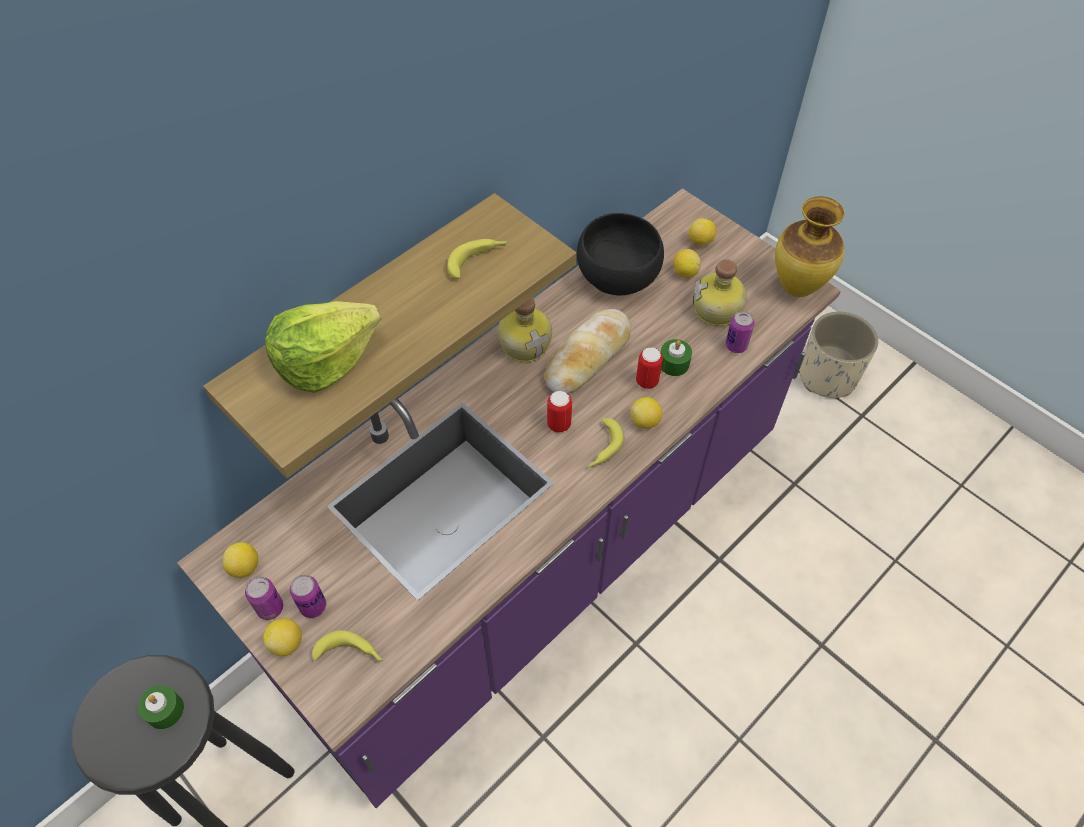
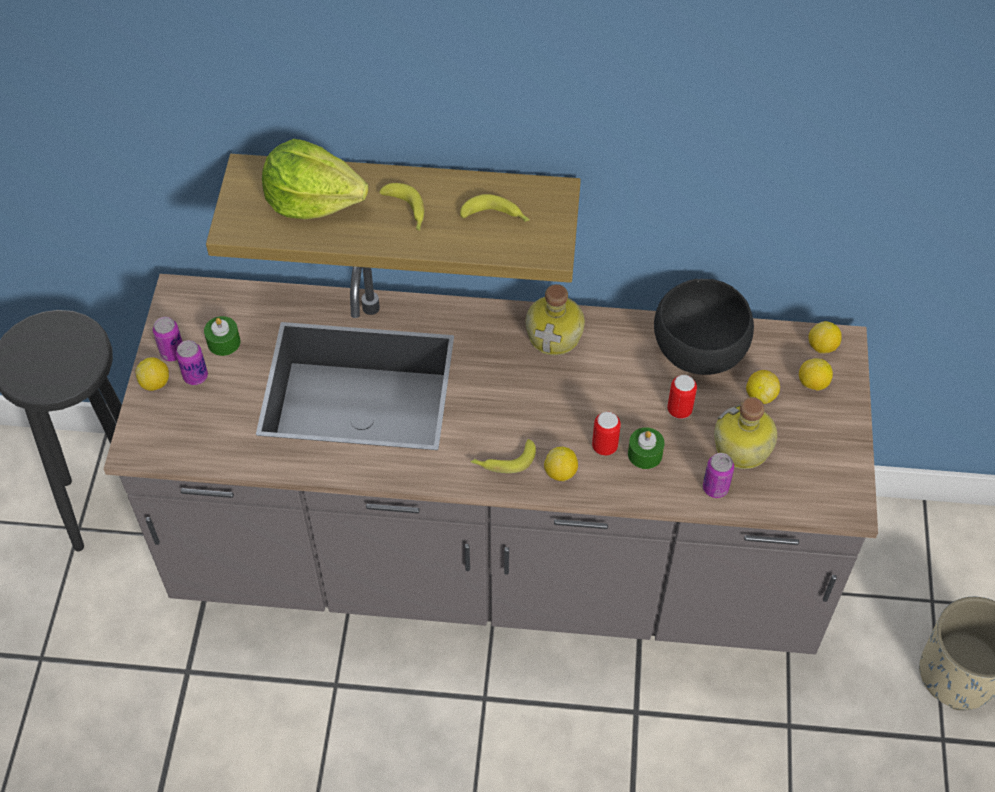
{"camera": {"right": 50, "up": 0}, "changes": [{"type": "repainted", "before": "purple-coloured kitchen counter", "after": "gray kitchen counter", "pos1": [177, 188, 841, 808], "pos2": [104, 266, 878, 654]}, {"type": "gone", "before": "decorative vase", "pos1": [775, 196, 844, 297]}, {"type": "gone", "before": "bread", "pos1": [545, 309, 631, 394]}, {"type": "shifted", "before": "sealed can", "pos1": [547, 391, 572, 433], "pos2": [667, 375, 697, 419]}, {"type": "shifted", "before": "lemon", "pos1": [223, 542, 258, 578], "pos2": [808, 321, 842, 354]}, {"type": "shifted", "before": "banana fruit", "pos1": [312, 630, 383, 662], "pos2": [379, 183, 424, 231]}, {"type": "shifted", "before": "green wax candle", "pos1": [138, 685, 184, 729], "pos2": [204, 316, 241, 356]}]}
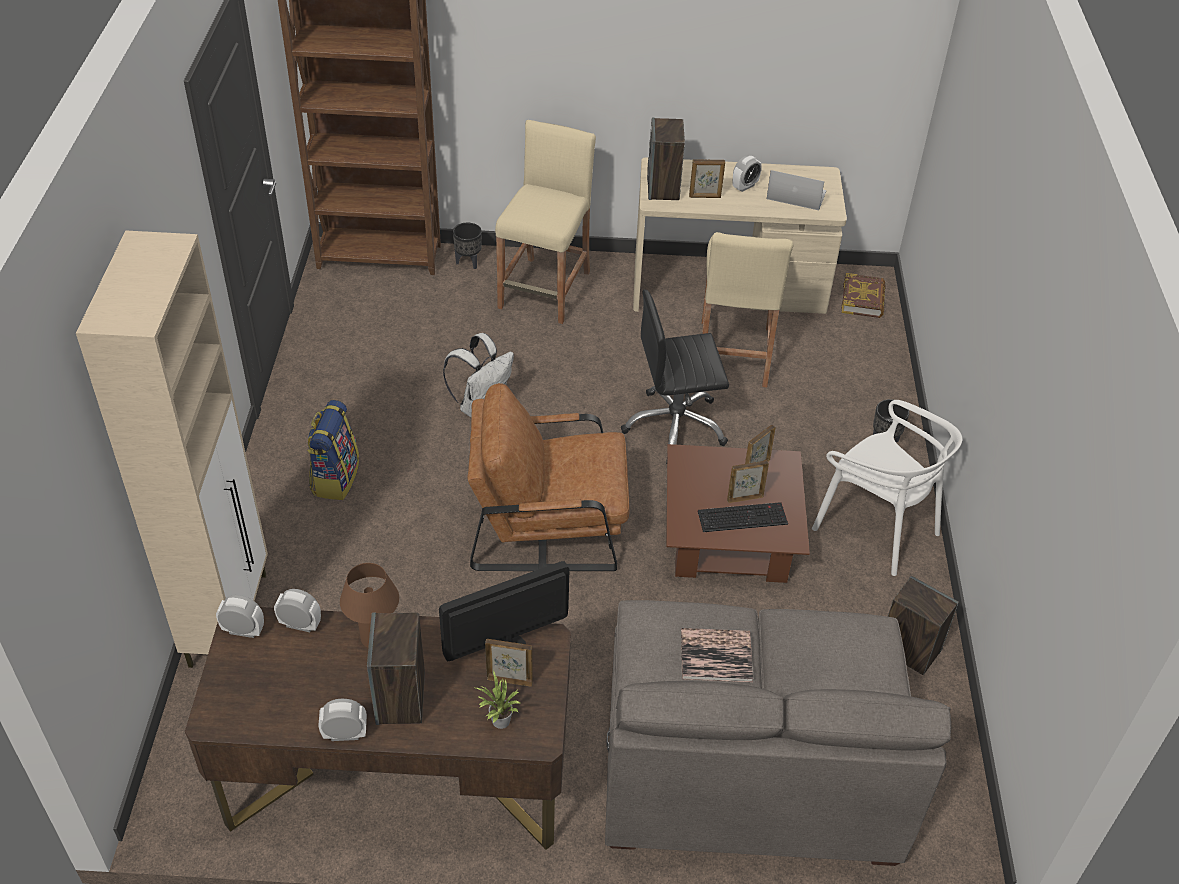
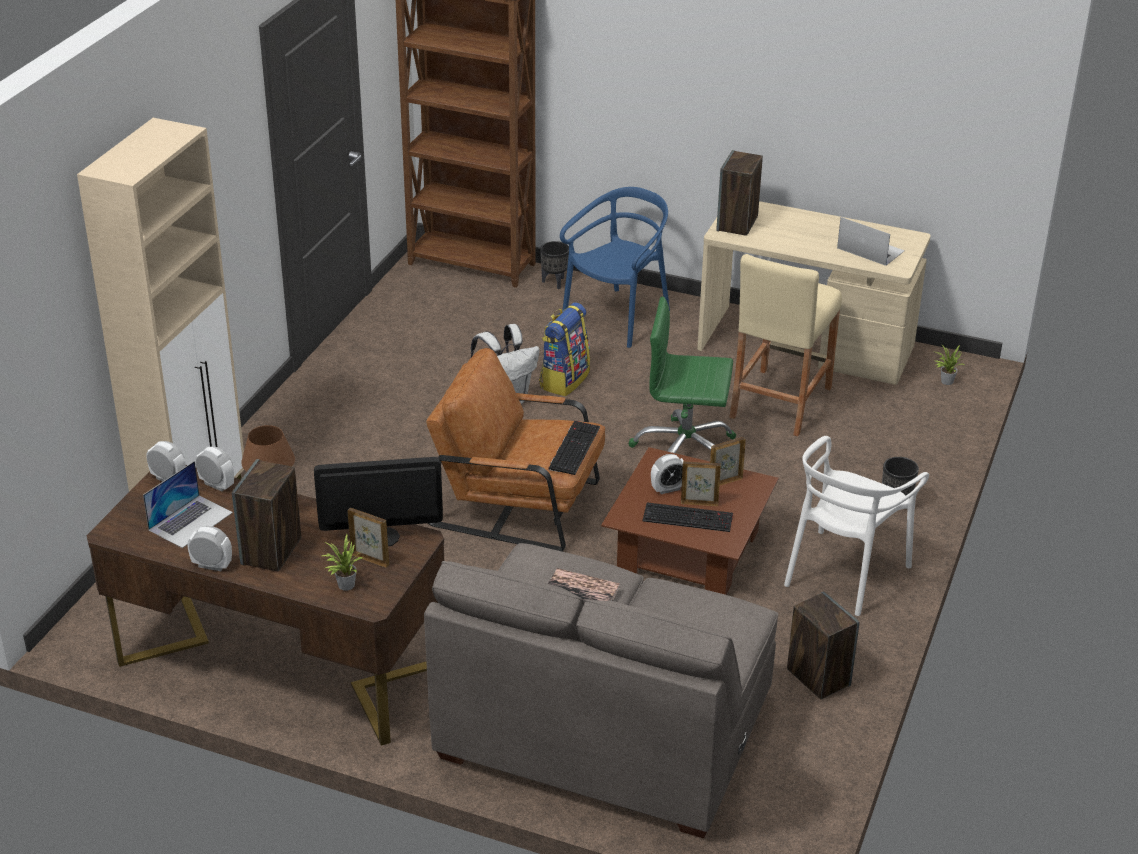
{"camera": {"right": 20, "up": -10}, "changes": [{"type": "swapped", "before": "beige-coloured stool seat", "after": "blue-coloured upright chair", "pos1": [495, 120, 596, 324], "pos2": [560, 187, 670, 348]}, {"type": "shifted", "before": "bedside clock", "pos1": [733, 156, 762, 192], "pos2": [651, 454, 684, 494]}, {"type": "gone", "before": "standing frame", "pos1": [689, 159, 725, 198]}, {"type": "swapped", "before": "book", "after": "plant in a pot", "pos1": [841, 273, 886, 318], "pos2": [934, 344, 964, 385]}, {"type": "repainted", "before": "black-coloured computer chair", "after": "green computer chair", "pos1": [621, 290, 729, 464], "pos2": [629, 296, 736, 453]}, {"type": "shifted", "before": "knapsack", "pos1": [307, 400, 359, 500], "pos2": [539, 303, 590, 397]}, {"type": "rotated", "before": "white upright chair", "pos1": [812, 400, 962, 576], "pos2": [784, 436, 929, 616], "turn": 60}, {"type": "new", "after": "PC keyboard", "pos2": [549, 421, 600, 475]}, {"type": "new", "after": "laptop", "pos2": [143, 461, 233, 548]}]}
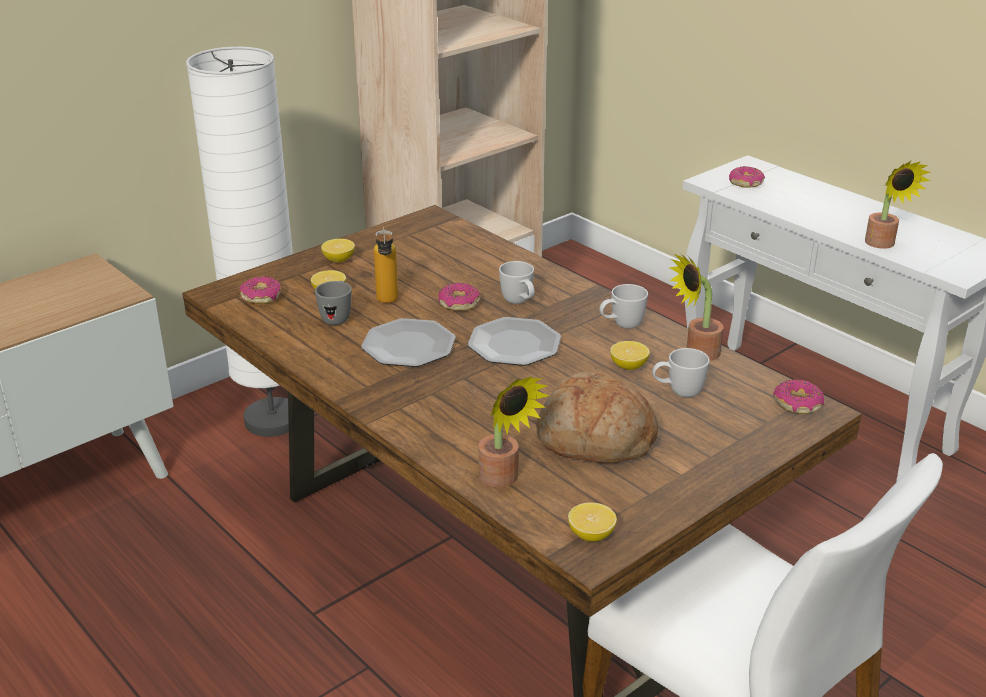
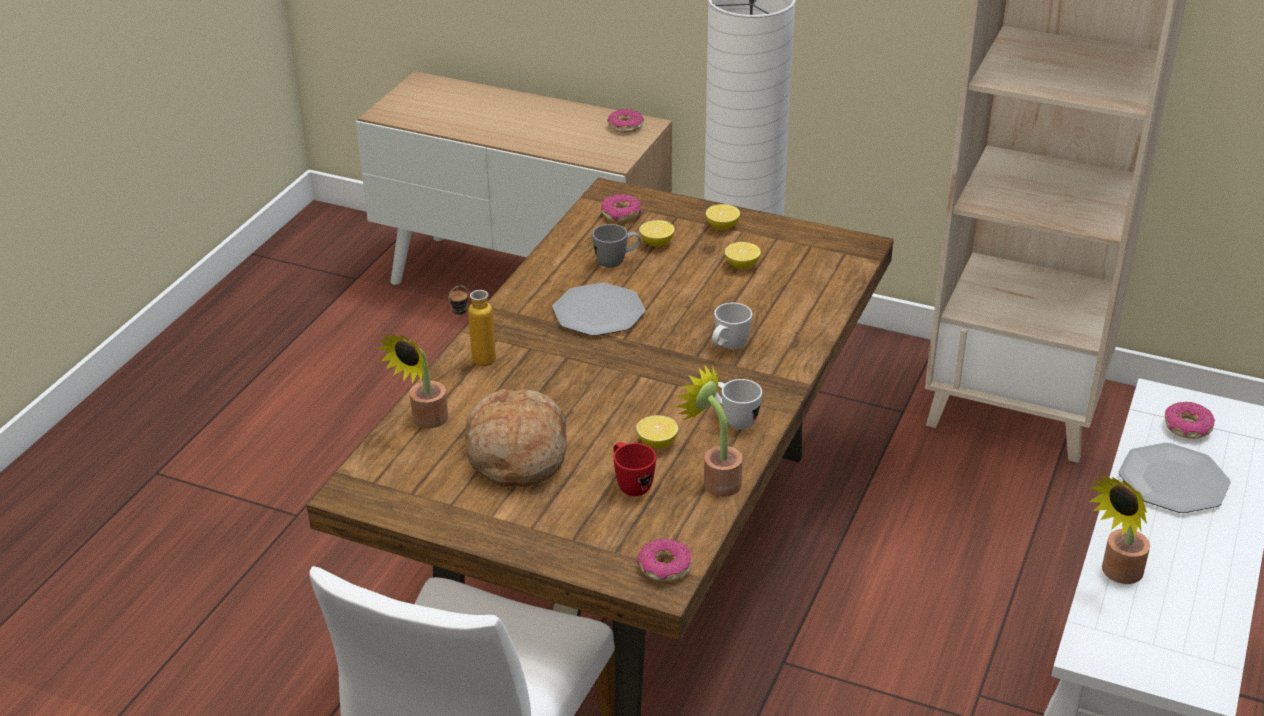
{"camera": {"right": 65, "up": 5}, "changes": [{"type": "shifted", "before": "drink bottle", "pos1": [374, 226, 398, 303], "pos2": [449, 286, 496, 366]}, {"type": "shifted", "before": "donut", "pos1": [438, 283, 480, 311], "pos2": [607, 109, 644, 133]}, {"type": "shifted", "before": "plate", "pos1": [468, 317, 561, 366], "pos2": [1119, 443, 1231, 513]}, {"type": "repainted", "before": "white mug", "after": "red mug", "pos1": [652, 348, 710, 398], "pos2": [613, 442, 656, 496]}, {"type": "shifted", "before": "lemon", "pos1": [568, 503, 617, 542], "pos2": [725, 242, 761, 269]}]}
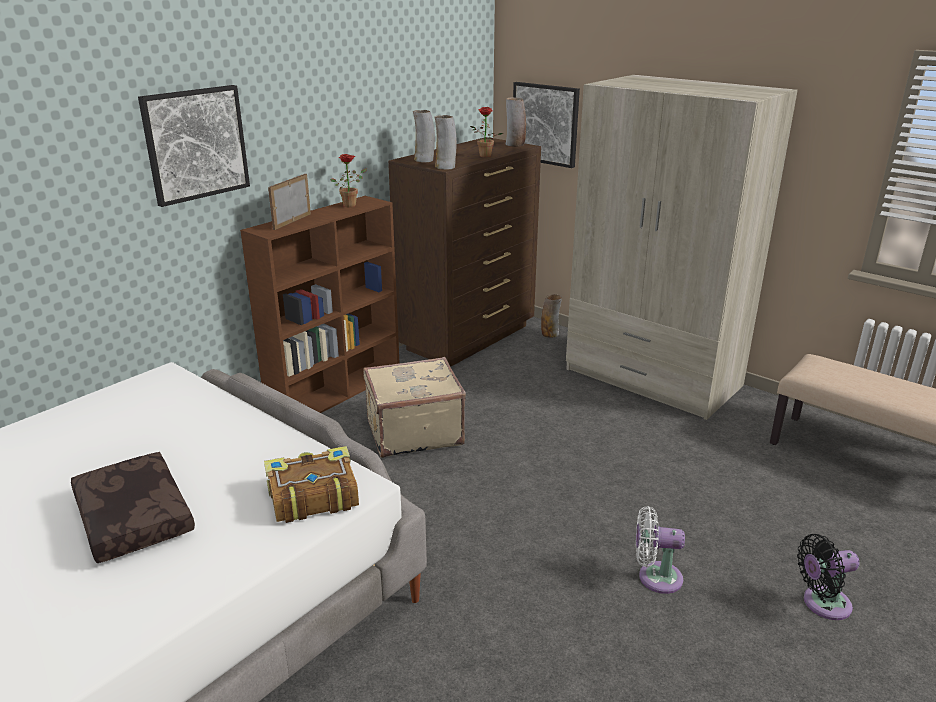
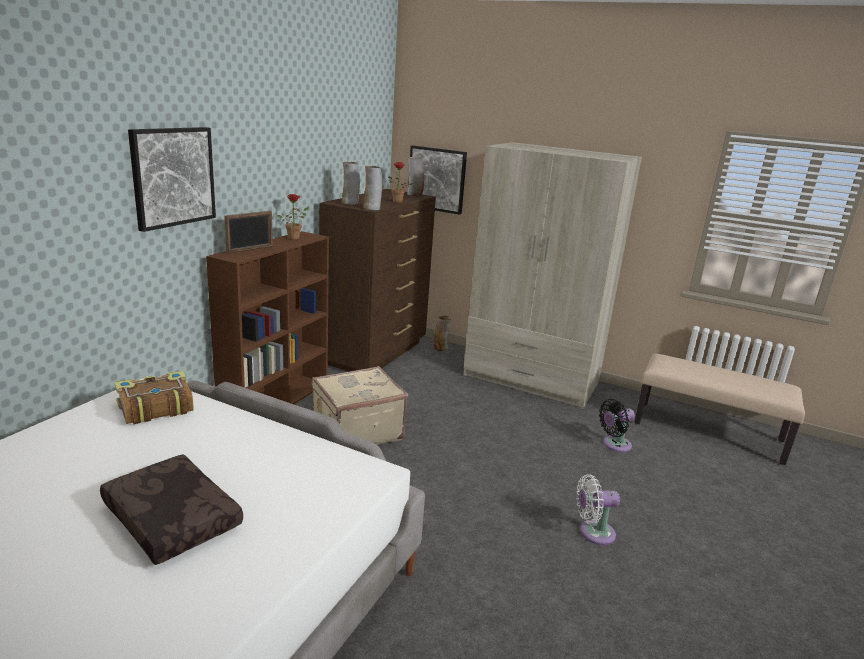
{"camera": {"right": -15, "up": -5}, "changes": [{"type": "rotated", "before": "standing frame", "pos1": [268, 174, 311, 230], "pos2": [224, 211, 273, 254], "turn": -150}, {"type": "shifted", "before": "book", "pos1": [264, 446, 359, 523], "pos2": [114, 371, 194, 424]}, {"type": "shifted", "before": "black-coloured fan", "pos1": [797, 534, 860, 620], "pos2": [599, 399, 635, 452]}]}
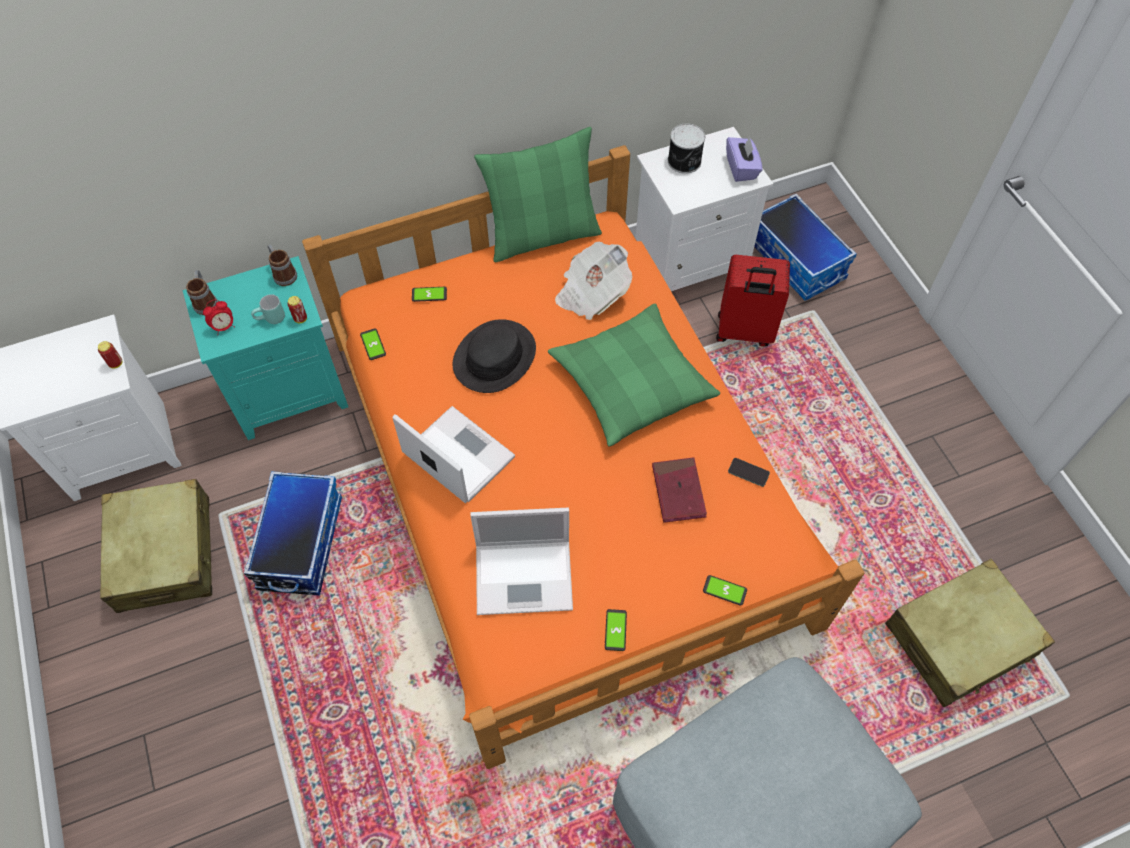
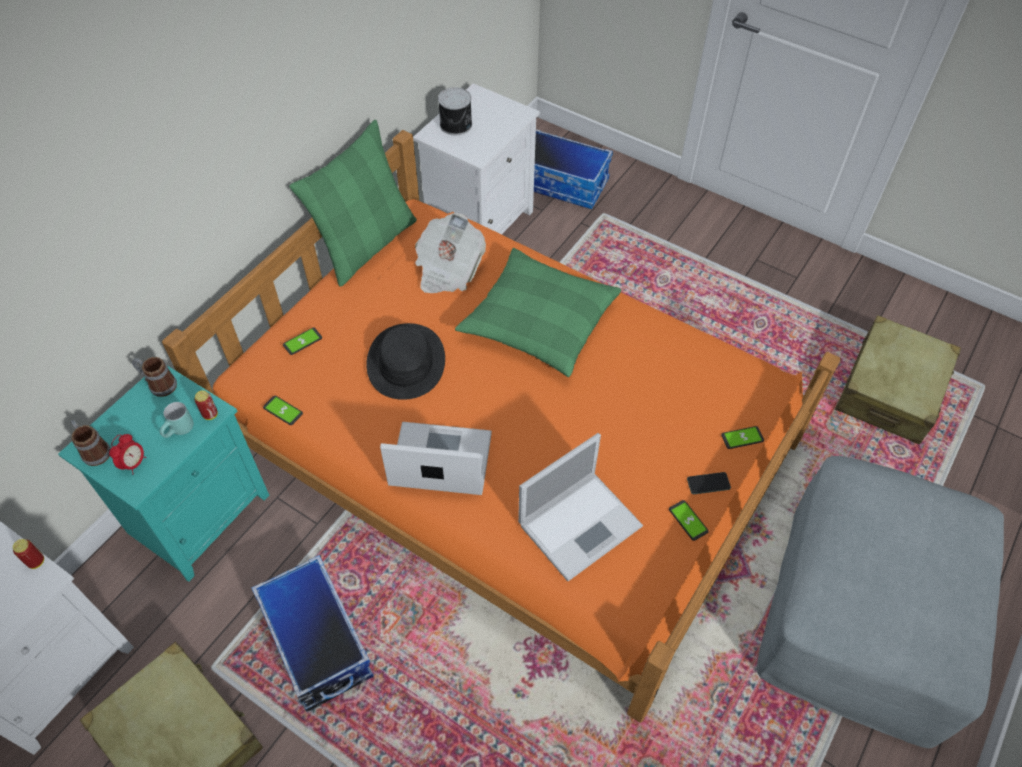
{"camera": {"right": -35, "up": -5}, "changes": [{"type": "gone", "before": "purple-coloured tissue box", "pos1": [726, 137, 763, 182]}, {"type": "gone", "before": "red travel case", "pos1": [716, 255, 790, 347]}, {"type": "gone", "before": "red book", "pos1": [652, 457, 707, 523]}, {"type": "shifted", "before": "phone", "pos1": [728, 458, 770, 487], "pos2": [687, 472, 731, 494]}]}
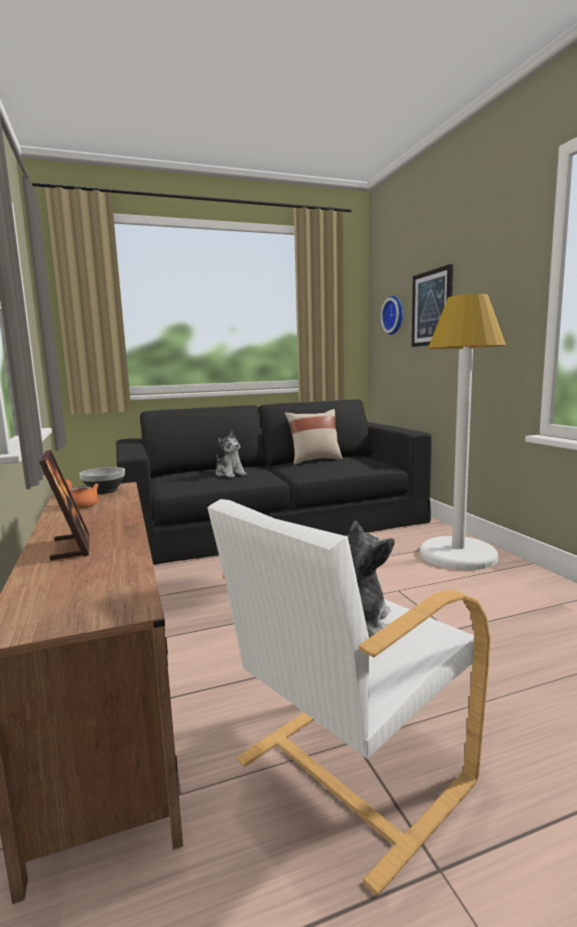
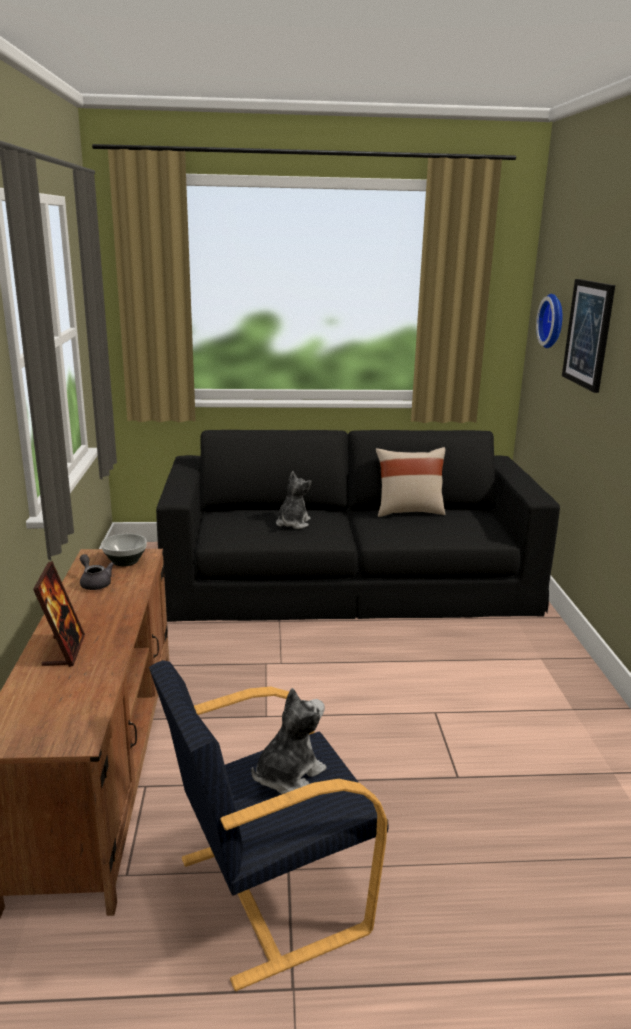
{"camera": {"right": 15, "up": 10}, "changes": [{"type": "gone", "before": "white floor lamp", "pos1": [420, 294, 506, 570]}, {"type": "rotated", "before": "plush toy", "pos1": [216, 431, 247, 478], "pos2": [276, 471, 312, 529], "turn": -135}, {"type": "repainted", "before": "orange-coloured pot for tea", "after": "gray pot for tea", "pos1": [65, 479, 99, 509], "pos2": [80, 554, 114, 590]}, {"type": "repainted", "before": "white armchair", "after": "black-coloured armchair", "pos1": [207, 499, 490, 896], "pos2": [149, 660, 388, 991]}]}
